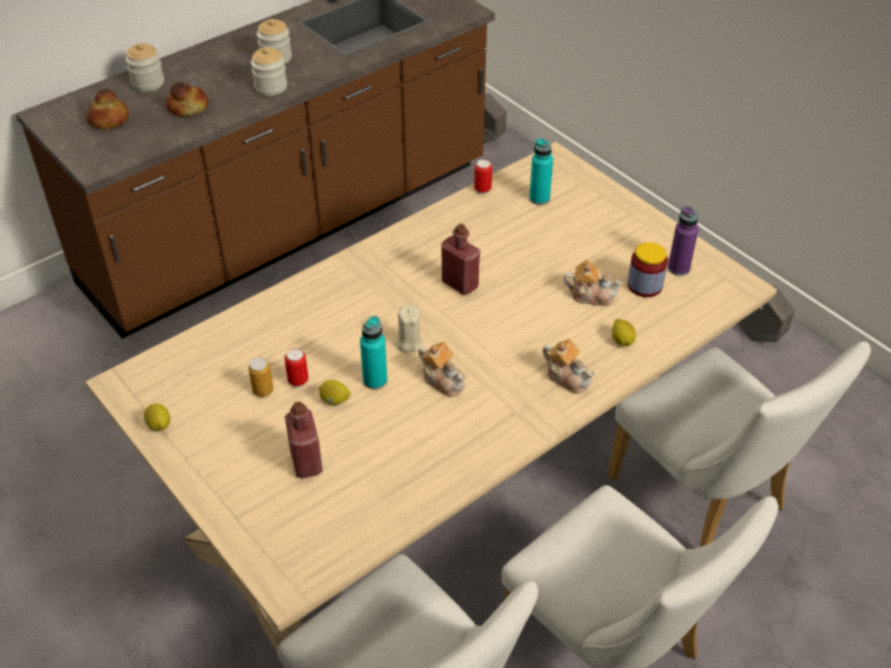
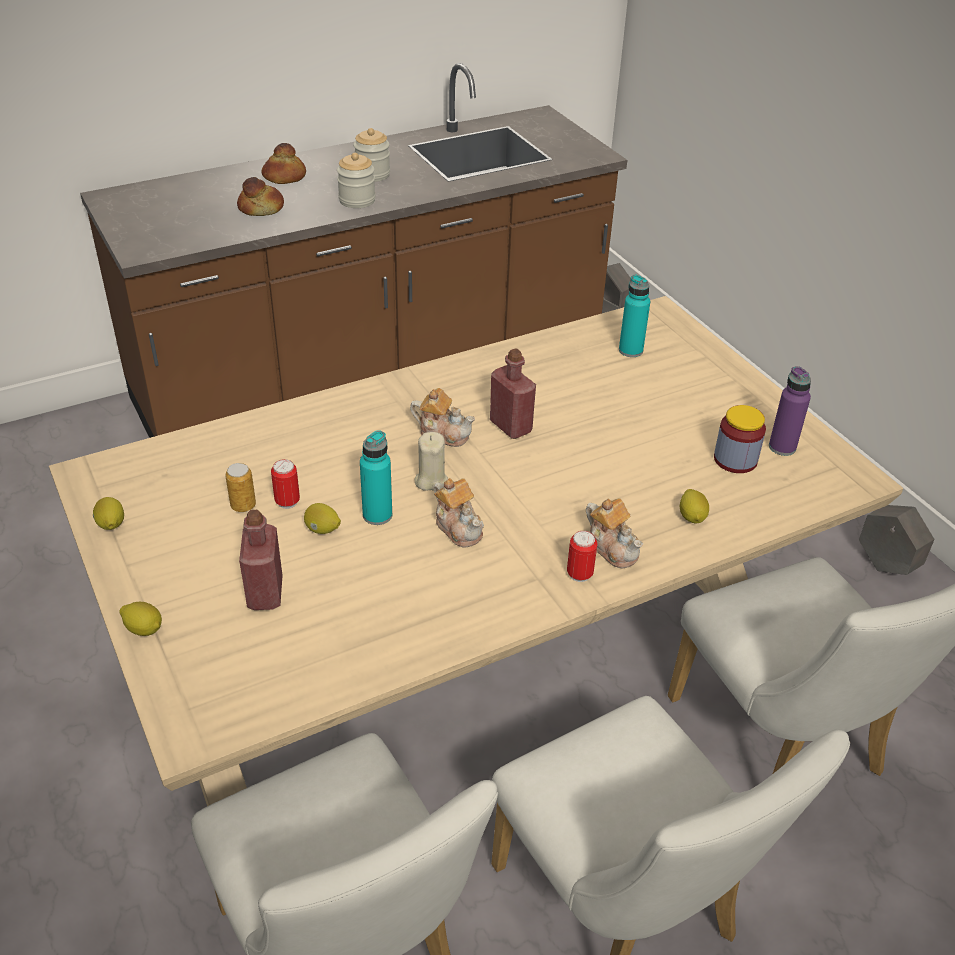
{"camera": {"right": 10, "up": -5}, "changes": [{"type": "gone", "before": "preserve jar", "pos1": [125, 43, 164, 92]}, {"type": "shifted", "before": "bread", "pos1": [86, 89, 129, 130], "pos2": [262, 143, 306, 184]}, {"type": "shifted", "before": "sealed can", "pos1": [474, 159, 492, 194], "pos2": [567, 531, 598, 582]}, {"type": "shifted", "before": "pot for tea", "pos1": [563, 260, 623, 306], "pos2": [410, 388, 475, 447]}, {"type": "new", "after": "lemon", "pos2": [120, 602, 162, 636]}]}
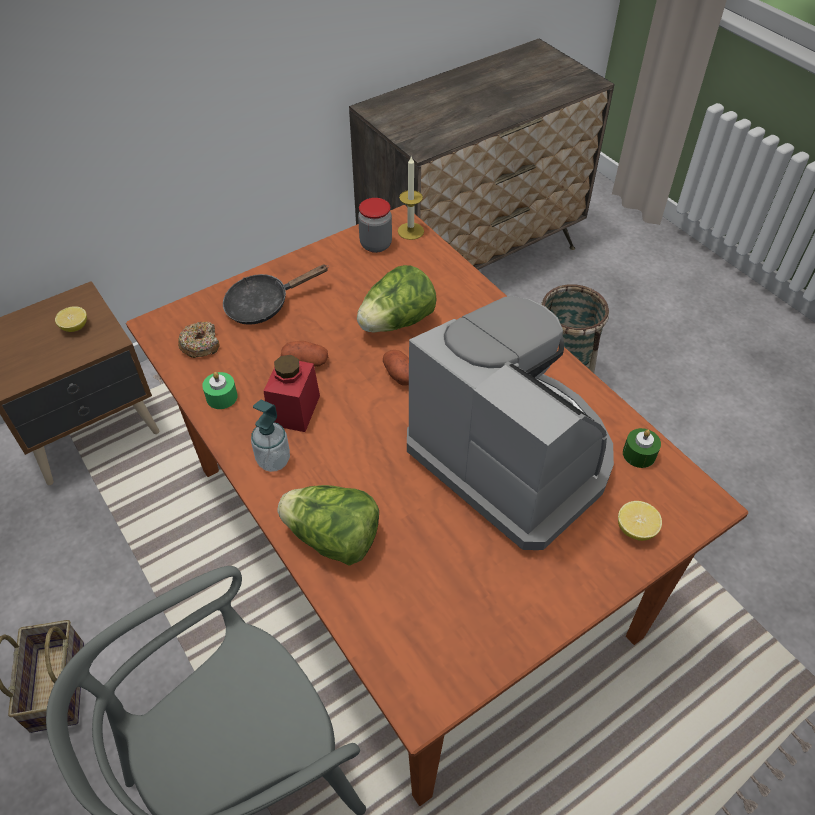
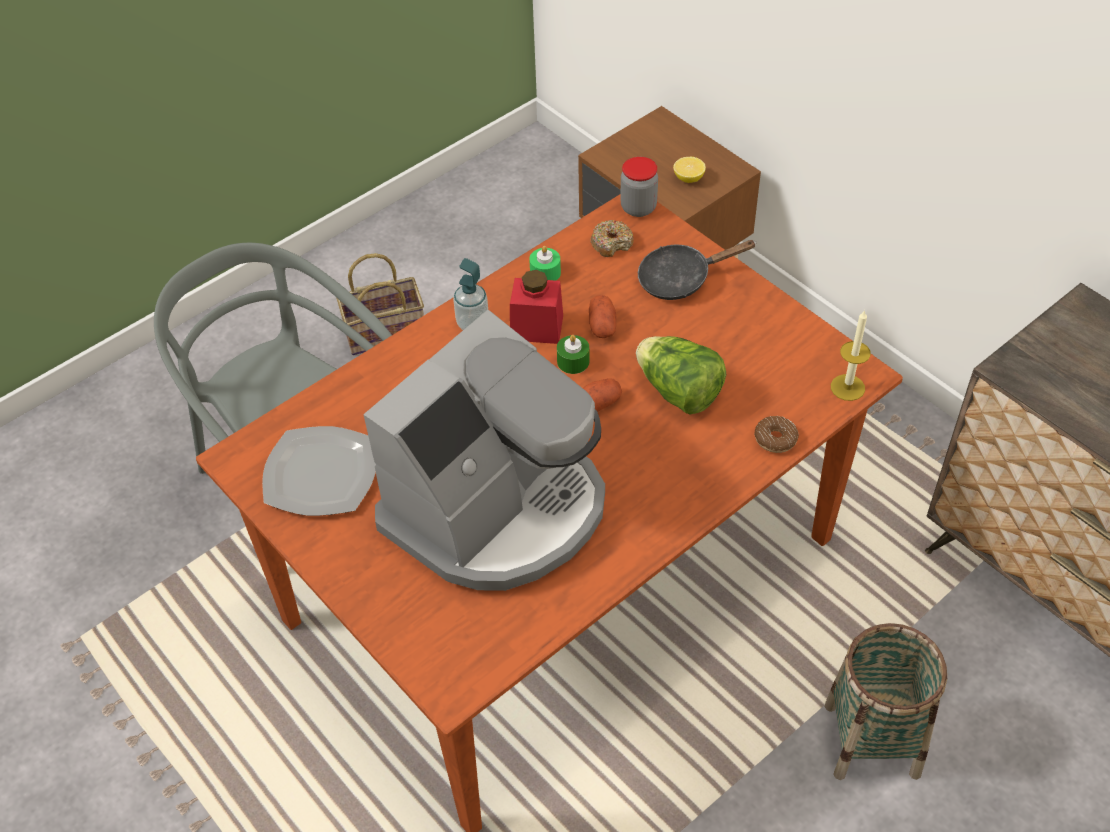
{"camera": {"right": 85, "up": 0}, "changes": [{"type": "shifted", "before": "preserve jar", "pos1": [358, 198, 392, 253], "pos2": [620, 157, 658, 217]}, {"type": "rotated", "before": "black-coloured frying pan", "pos1": [223, 265, 329, 325], "pos2": [638, 240, 757, 300], "turn": -75}, {"type": "shifted", "before": "green wax candle", "pos1": [623, 428, 661, 468], "pos2": [557, 335, 589, 374]}, {"type": "gone", "before": "lettuce head", "pos1": [277, 485, 379, 565]}, {"type": "gone", "before": "lemon", "pos1": [618, 501, 662, 541]}, {"type": "new", "after": "donut", "pos2": [754, 416, 799, 453]}, {"type": "new", "after": "plate", "pos2": [262, 426, 376, 516]}]}
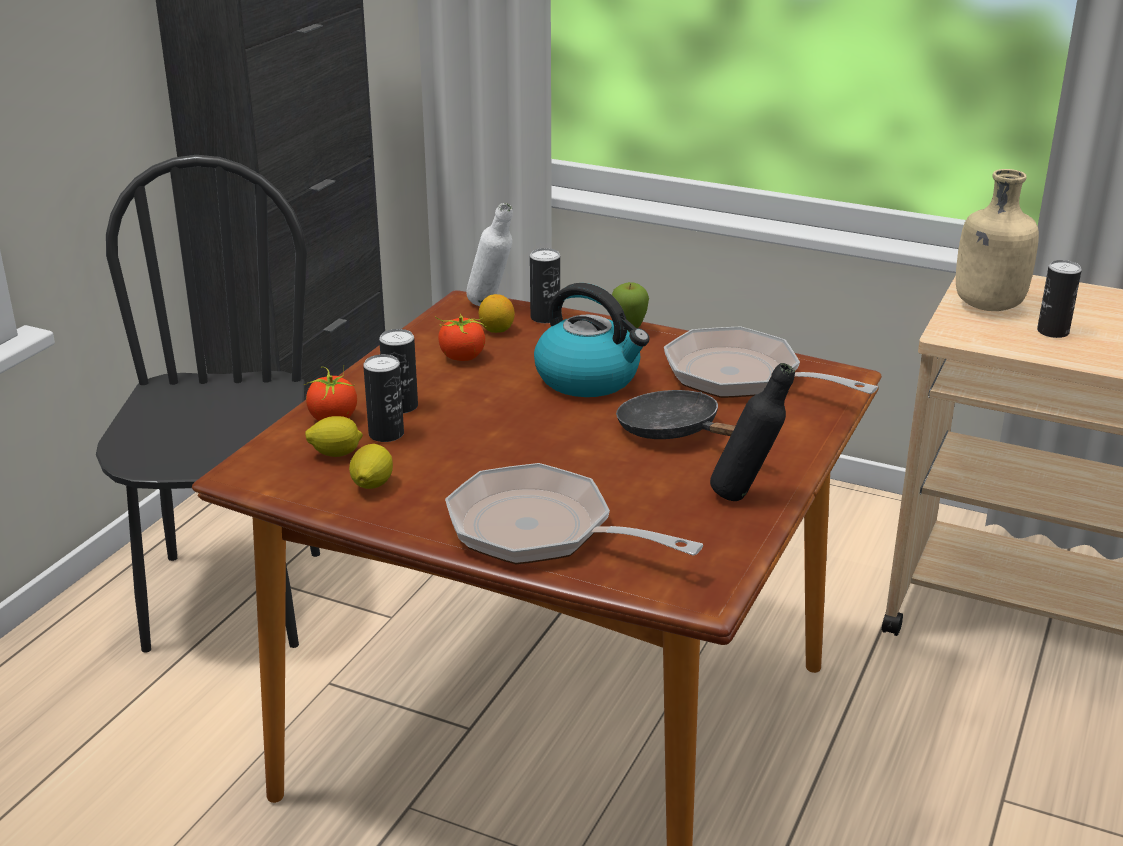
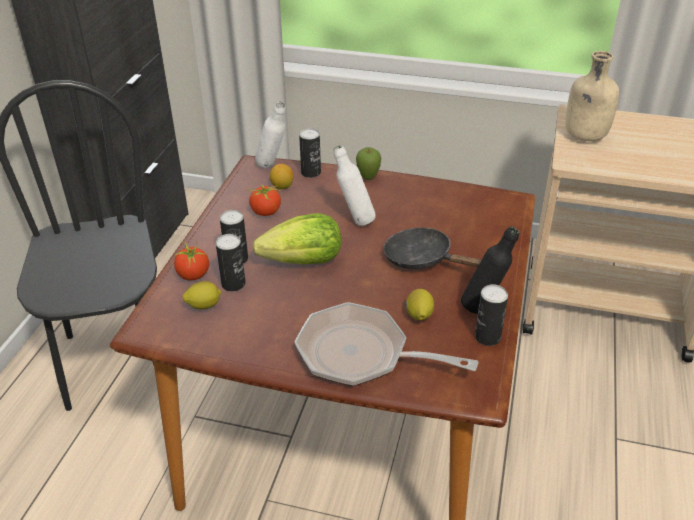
{"camera": {"right": -10, "up": 10}, "changes": [{"type": "shifted", "before": "sealed can", "pos1": [1037, 260, 1082, 338], "pos2": [475, 284, 508, 346]}, {"type": "swapped", "before": "kettle", "after": "white drink bottle", "pos1": [534, 283, 649, 397], "pos2": [333, 145, 376, 226]}, {"type": "gone", "before": "frying pan", "pos1": [664, 326, 878, 398]}, {"type": "shifted", "before": "lemon", "pos1": [349, 444, 393, 489], "pos2": [406, 289, 434, 320]}, {"type": "new", "after": "lettuce head", "pos2": [253, 213, 341, 264]}]}
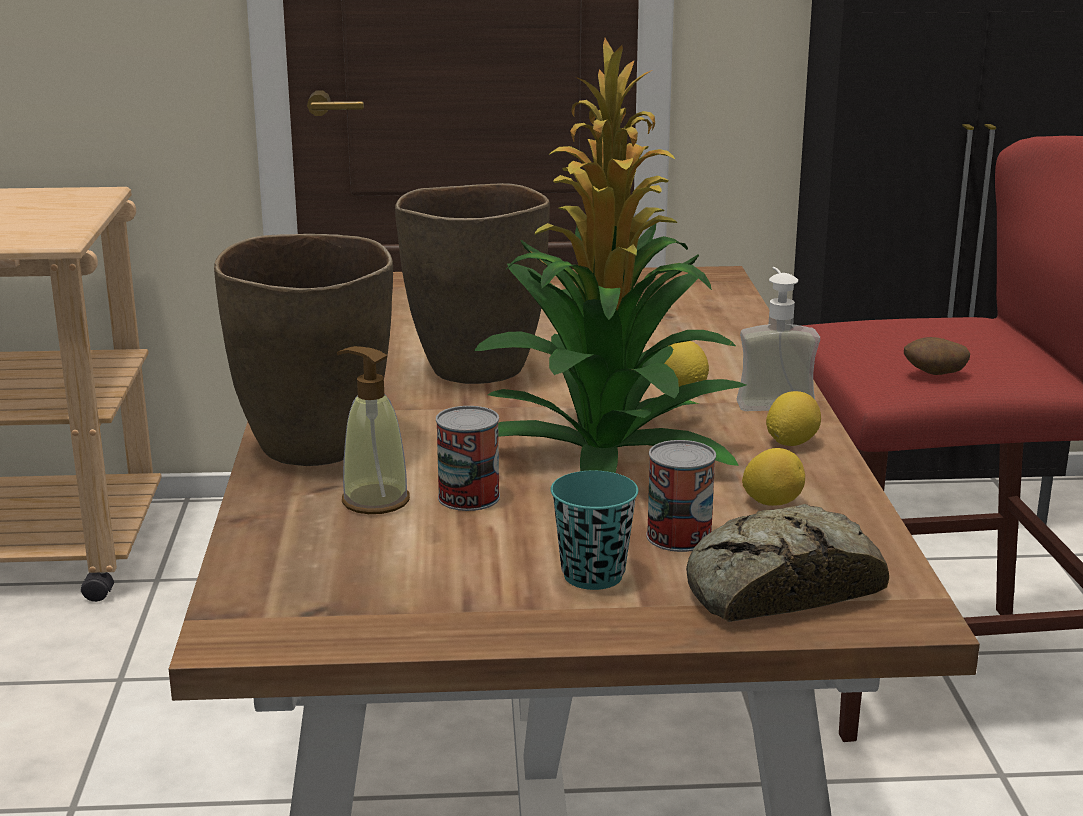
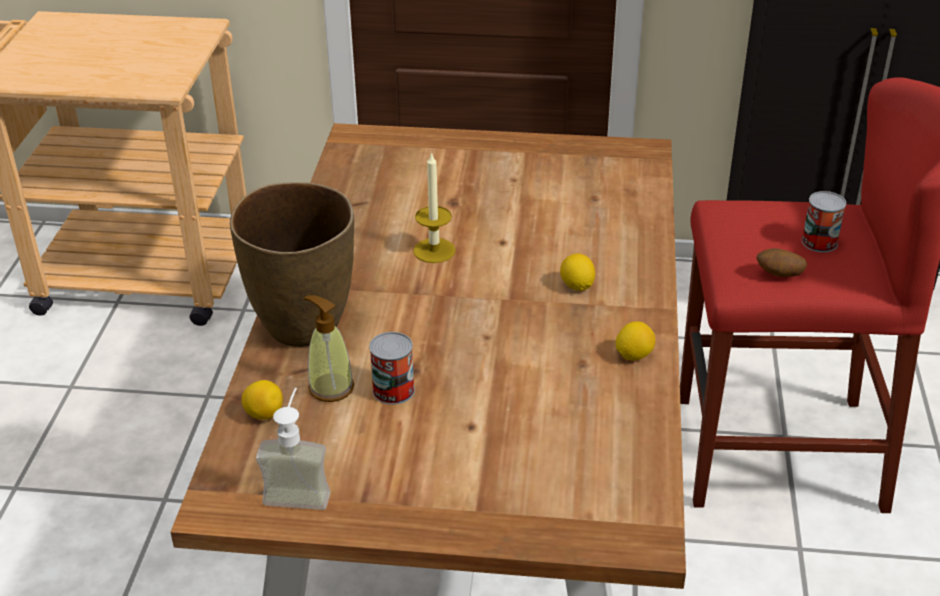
{"camera": {"right": 10, "up": 15}, "changes": [{"type": "gone", "before": "plant in a pot", "pos1": [474, 38, 746, 473]}, {"type": "swapped", "before": "brown-coloured decorative vase", "after": "wax candle", "pos1": [395, 183, 550, 384], "pos2": [413, 152, 456, 263]}, {"type": "shifted", "before": "soap bottle", "pos1": [737, 267, 820, 411], "pos2": [256, 388, 331, 510]}, {"type": "shifted", "before": "sealed can", "pos1": [646, 440, 716, 552], "pos2": [802, 191, 846, 252]}, {"type": "shifted", "before": "lemon", "pos1": [742, 448, 805, 506], "pos2": [242, 380, 283, 419]}, {"type": "gone", "before": "turquoise-coloured drinking cup", "pos1": [551, 471, 638, 590]}, {"type": "gone", "before": "bread", "pos1": [686, 504, 889, 622]}]}
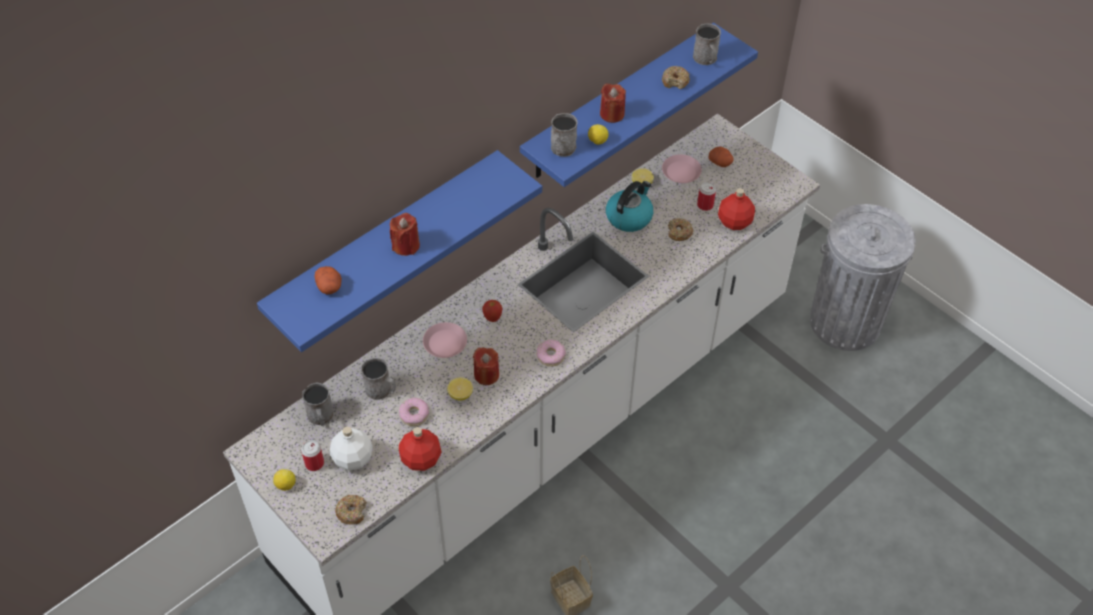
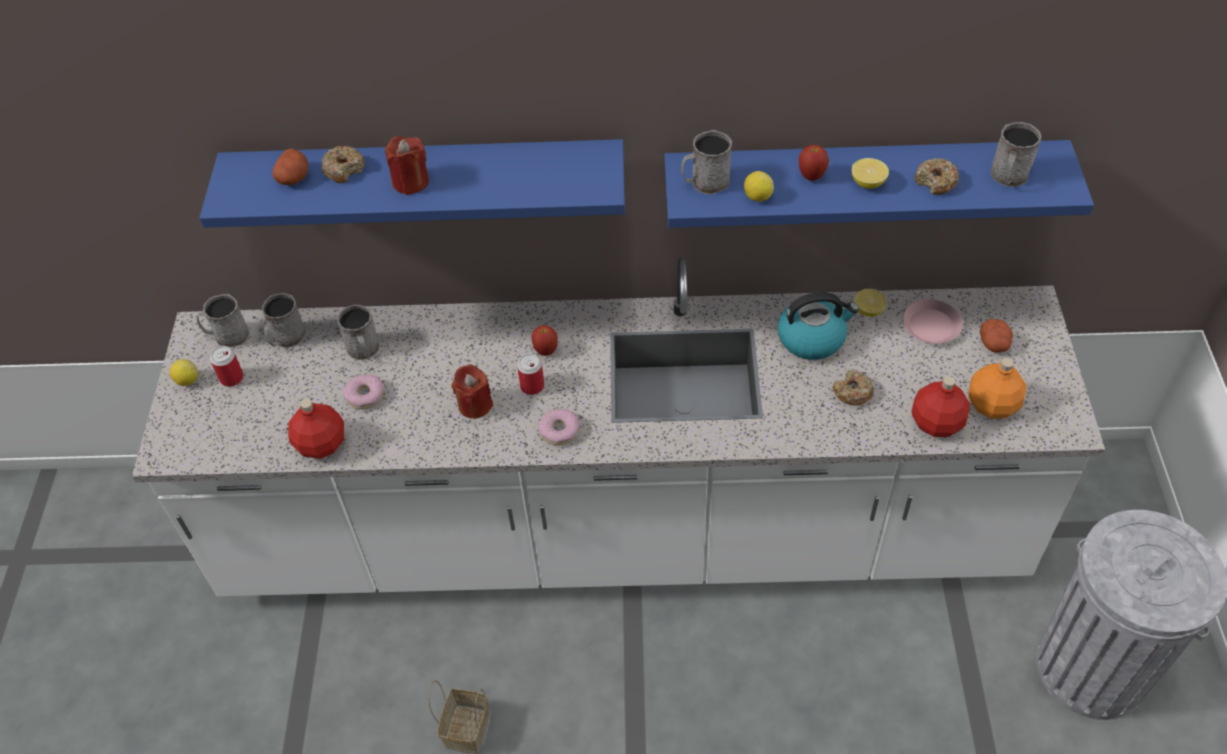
{"camera": {"right": 45, "up": 0}, "changes": [{"type": "swapped", "before": "red wax candle", "after": "apple", "pos1": [600, 83, 626, 123], "pos2": [799, 145, 829, 181]}, {"type": "shifted", "before": "sealed can", "pos1": [697, 182, 716, 211], "pos2": [517, 353, 544, 395]}, {"type": "gone", "before": "pink-coloured plate", "pos1": [423, 322, 467, 358]}, {"type": "shifted", "before": "lemon", "pos1": [447, 378, 473, 401], "pos2": [851, 158, 889, 189]}, {"type": "gone", "before": "white drink bottle", "pos1": [330, 427, 373, 471]}, {"type": "shifted", "before": "donut", "pos1": [335, 495, 367, 525], "pos2": [322, 146, 365, 183]}, {"type": "new", "after": "gray mug", "pos2": [197, 294, 249, 347]}, {"type": "new", "after": "orange-coloured drink bottle", "pos2": [968, 358, 1027, 418]}]}
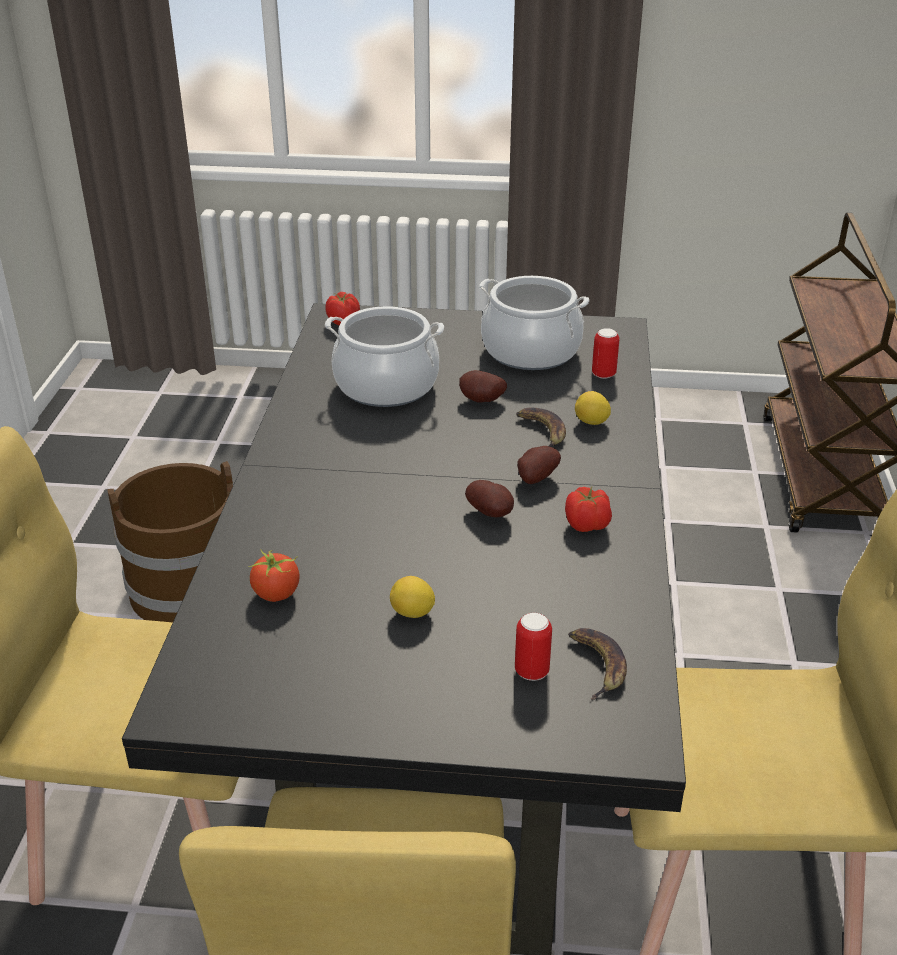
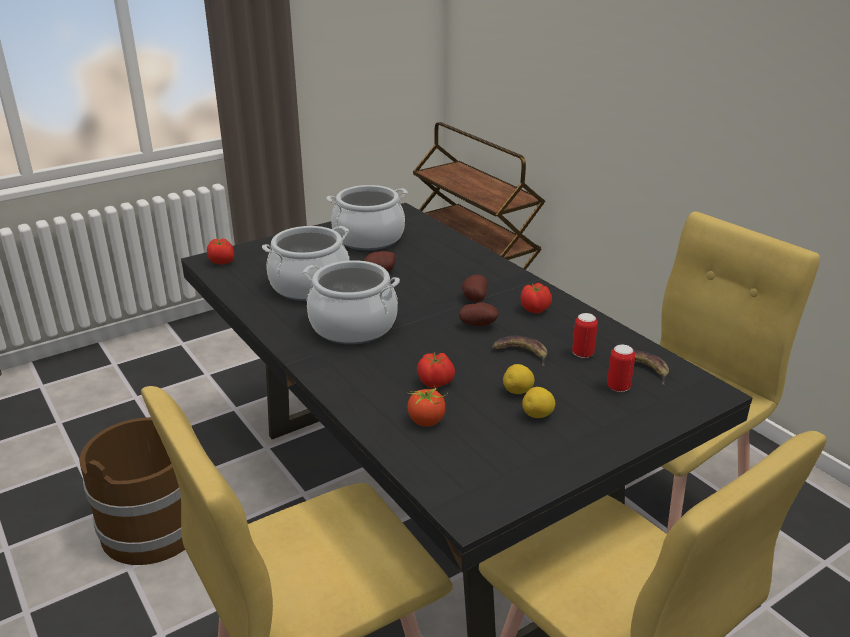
{"camera": {"right": -40, "up": -5}, "changes": [{"type": "shifted", "before": "sealed can", "pos1": [592, 328, 619, 379], "pos2": [572, 313, 598, 358]}, {"type": "shifted", "before": "lemon", "pos1": [575, 391, 611, 425], "pos2": [522, 387, 555, 418]}, {"type": "shifted", "before": "banana fruit", "pos1": [516, 408, 566, 447], "pos2": [492, 336, 547, 366]}, {"type": "new", "after": "saucepot", "pos2": [303, 260, 400, 344]}, {"type": "new", "after": "whole tomato", "pos2": [417, 352, 455, 388]}]}
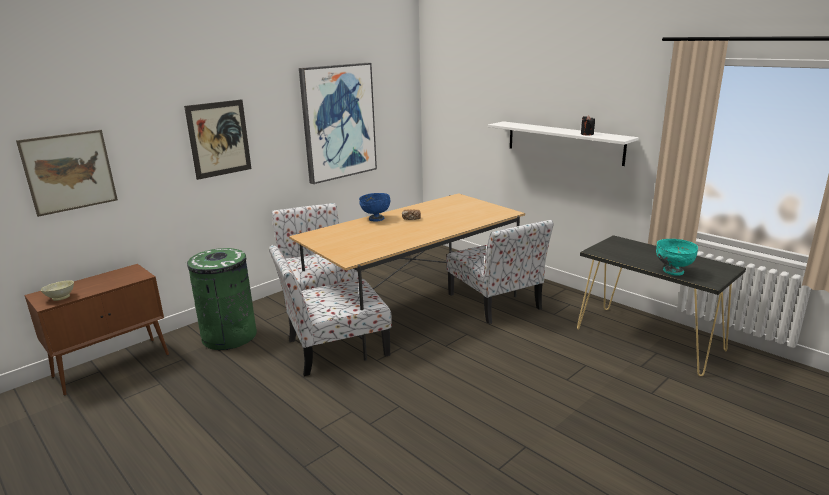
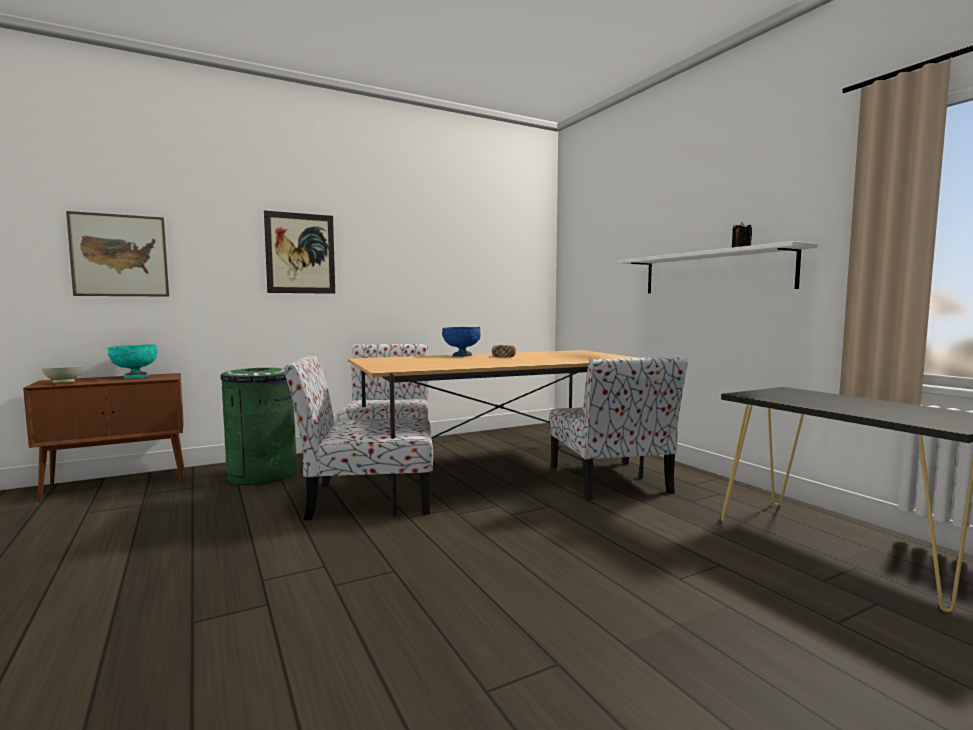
{"camera": {"right": 15, "up": -15}, "changes": [{"type": "gone", "before": "picture", "pos1": [299, 63, 377, 184]}, {"type": "shifted", "before": "turquoise-coloured bowl", "pos1": [656, 239, 698, 276], "pos2": [108, 344, 158, 378]}]}
